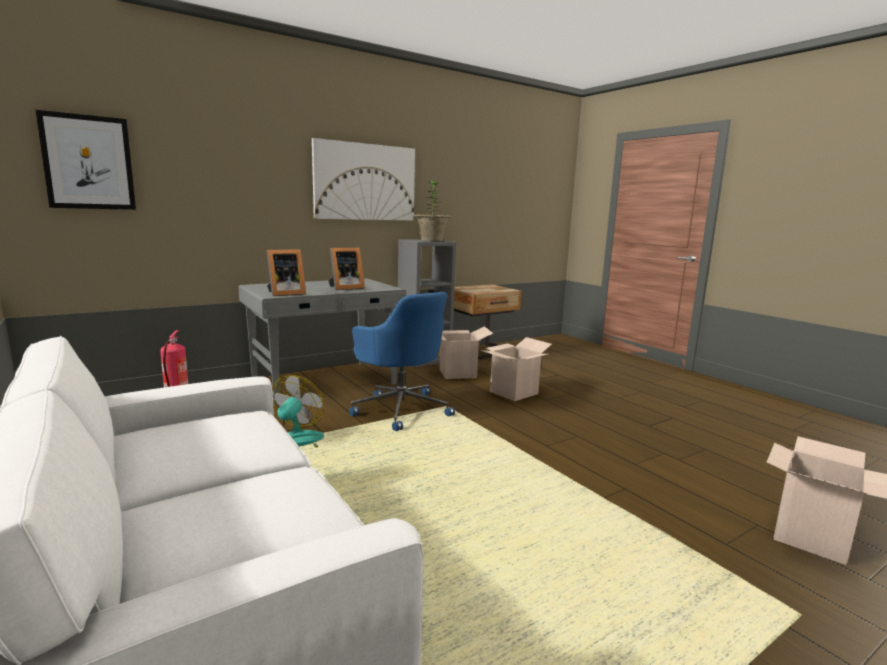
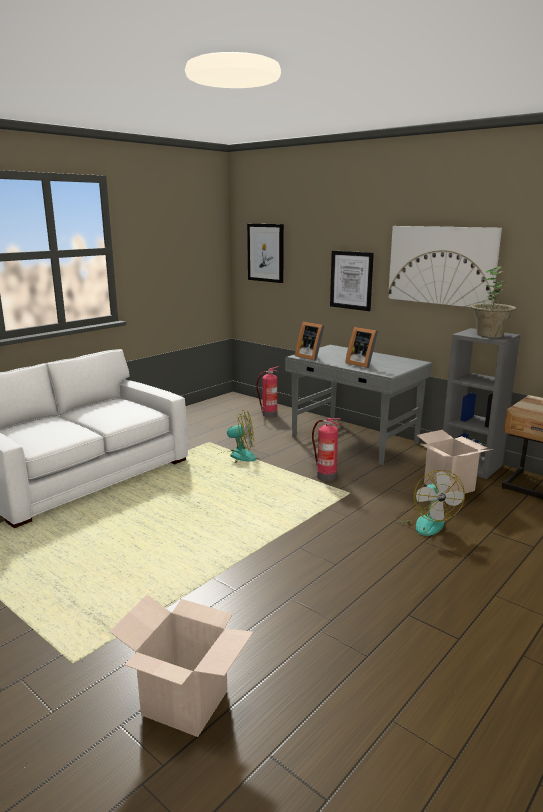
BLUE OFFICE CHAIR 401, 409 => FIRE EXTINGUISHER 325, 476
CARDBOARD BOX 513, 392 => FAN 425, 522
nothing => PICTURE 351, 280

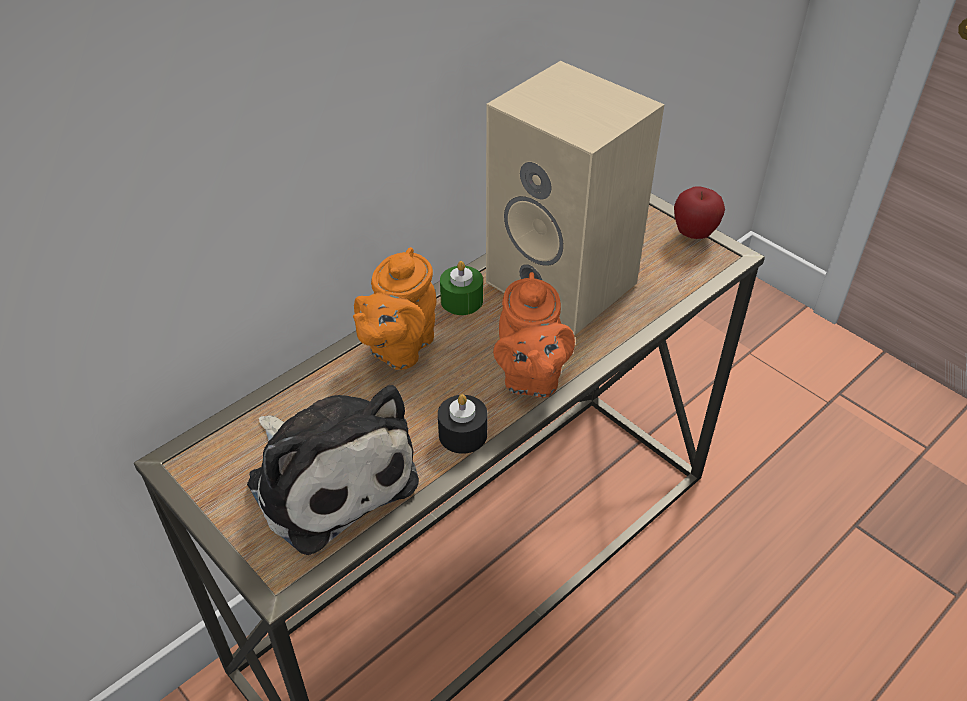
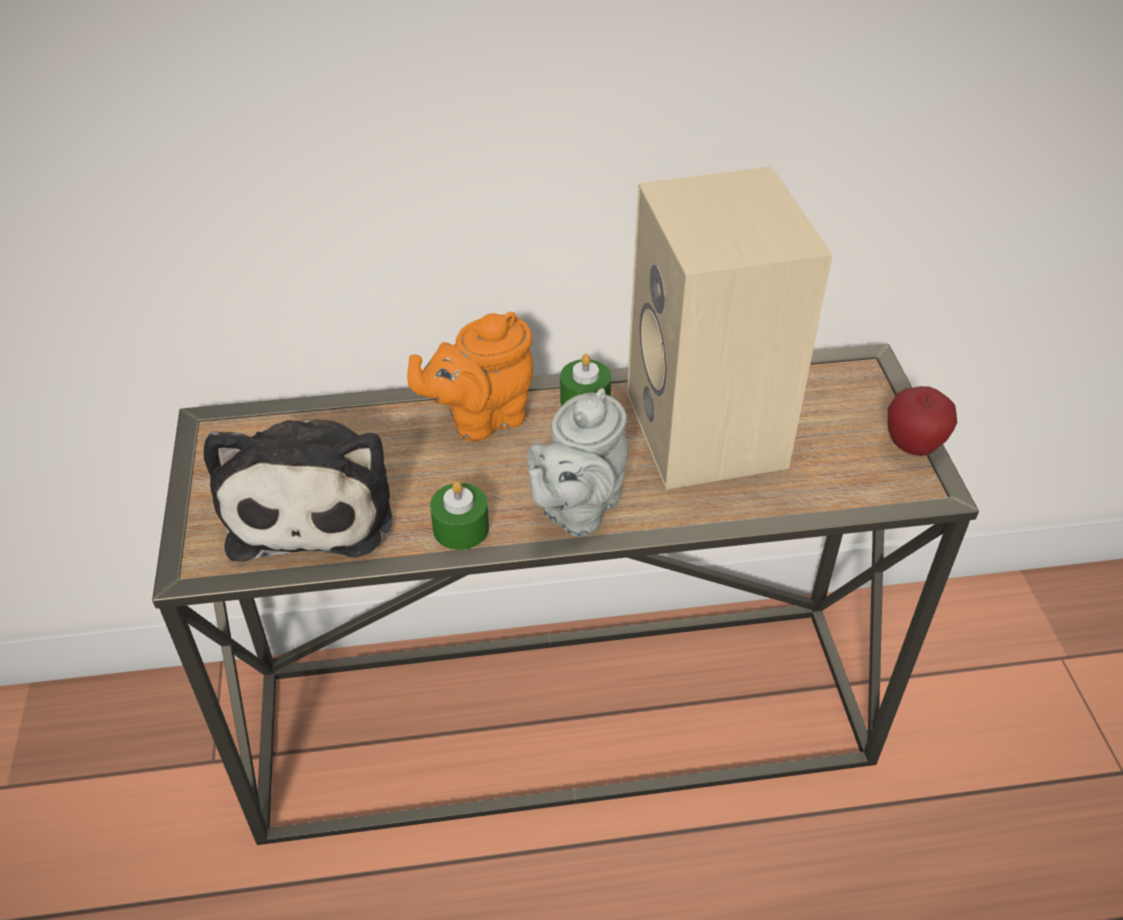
ORANGE TEAPOT 530, 378 => GREY TEAPOT 577, 509
BLACK CANDLE 463, 434 => GREEN CANDLE 461, 528

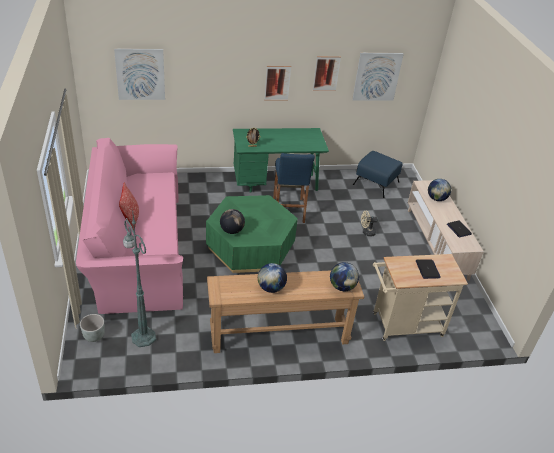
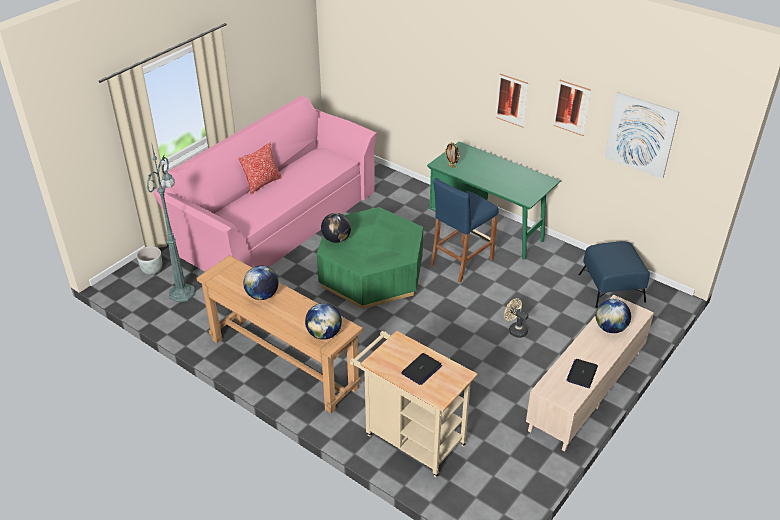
PICTURE 140, 74 => nothing

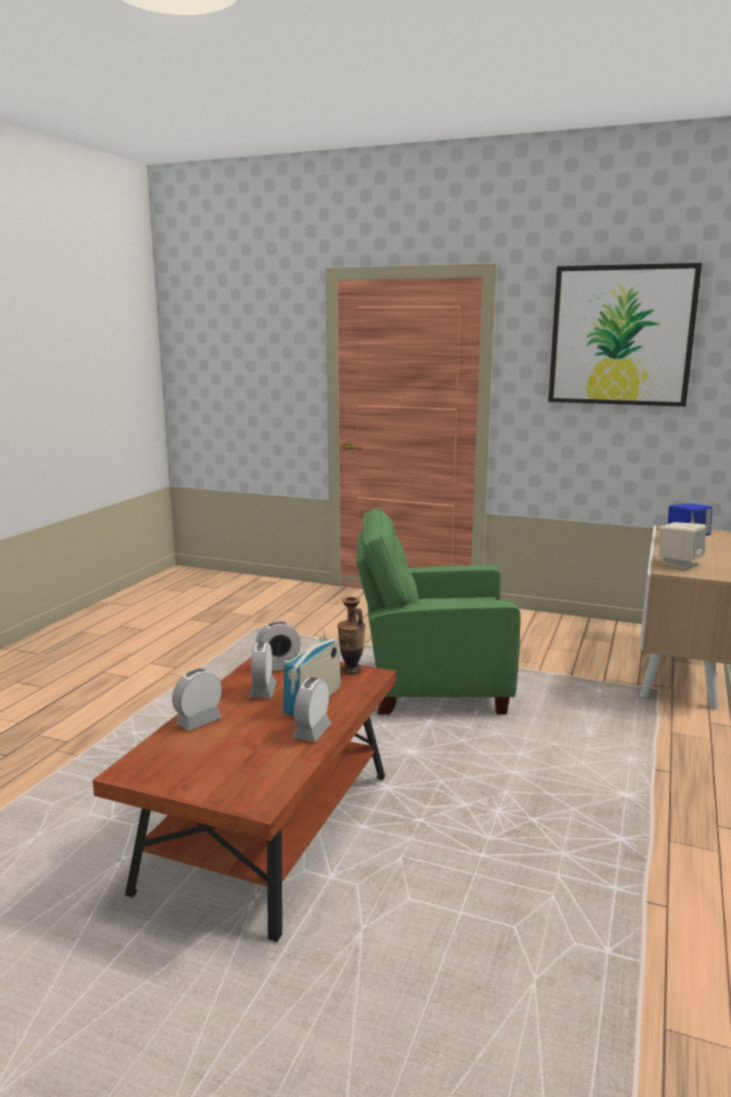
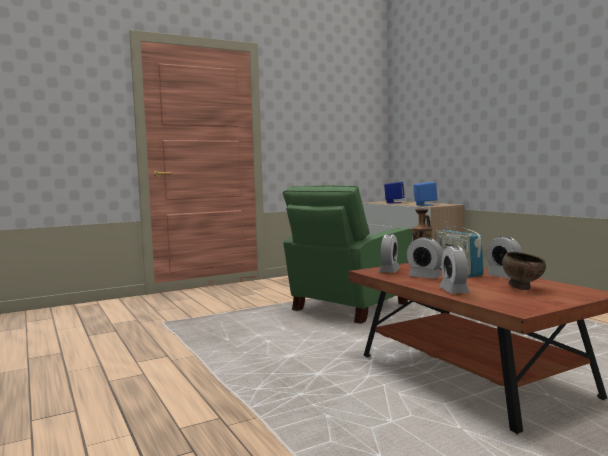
PICTURE 621, 335 => nothing
BEIGE SPEAKER 679, 563 => BLUE SPEAKER 425, 205
nothing => BROWN BOWL 522, 288

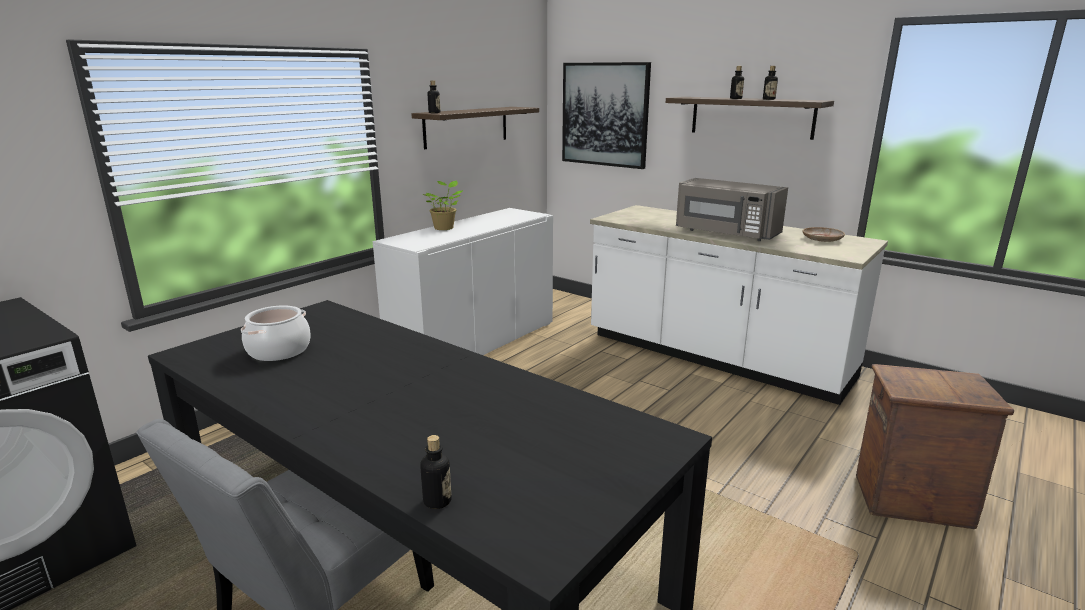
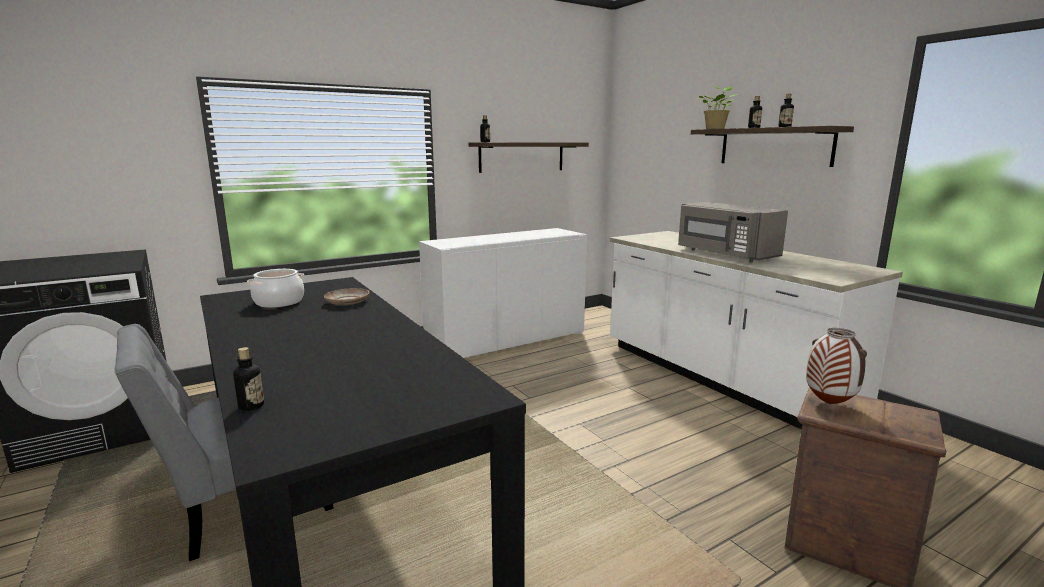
PICTURE 604, 114 => nothing
POTTED PLANT 444, 228 => POTTED PLANT 715, 129, moved
BEIGE PLATE 822, 239 => BEIGE PLATE 347, 302, moved
nothing => VASE 828, 404

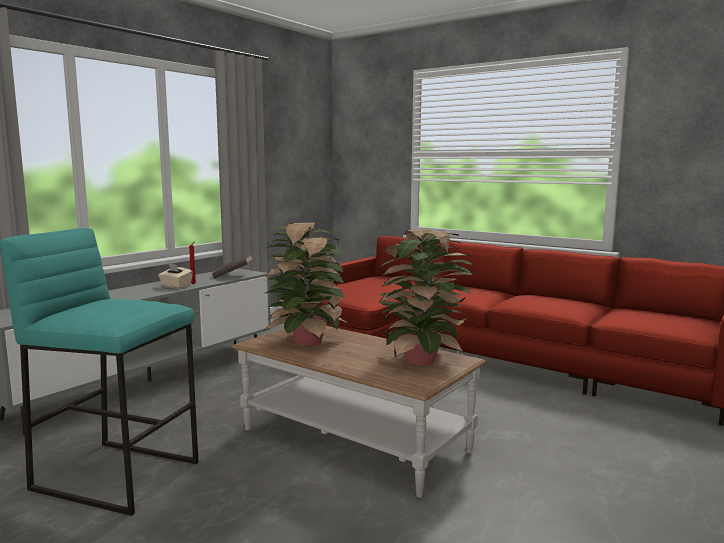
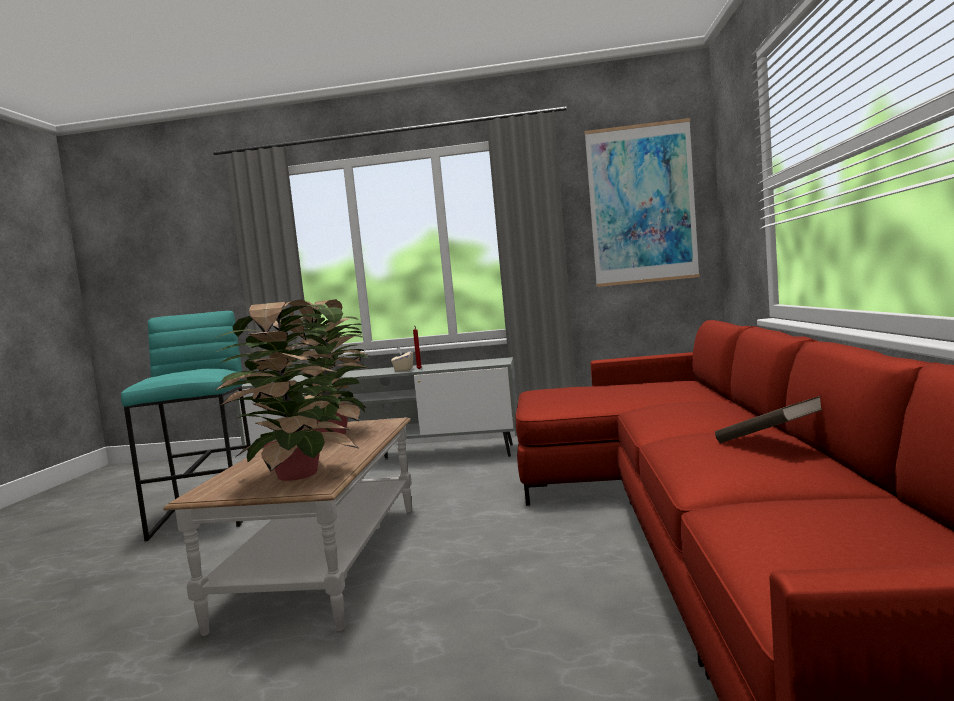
BROWN BOOK 233, 276 => BROWN BOOK 770, 442, moved
nothing => PICTURE 641, 204

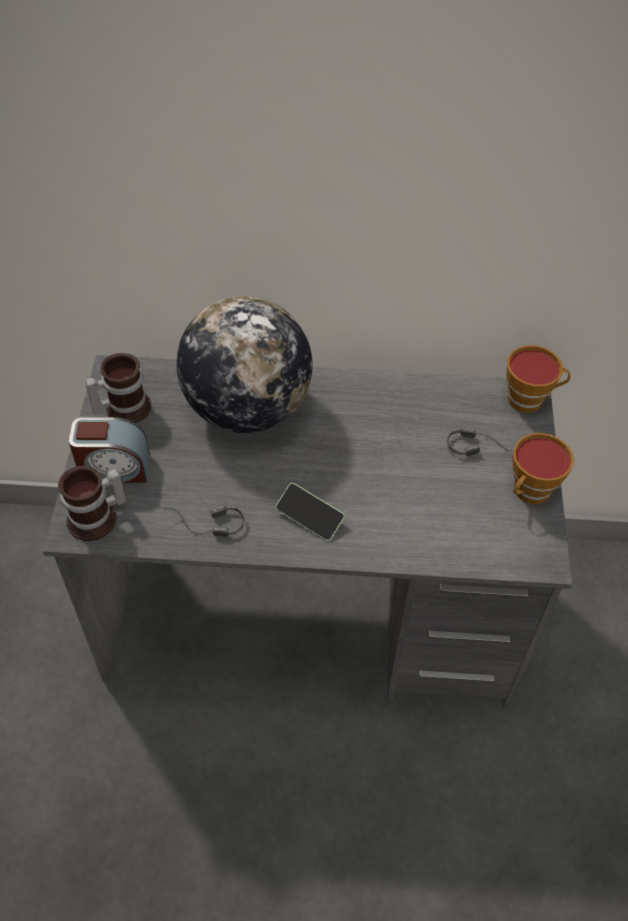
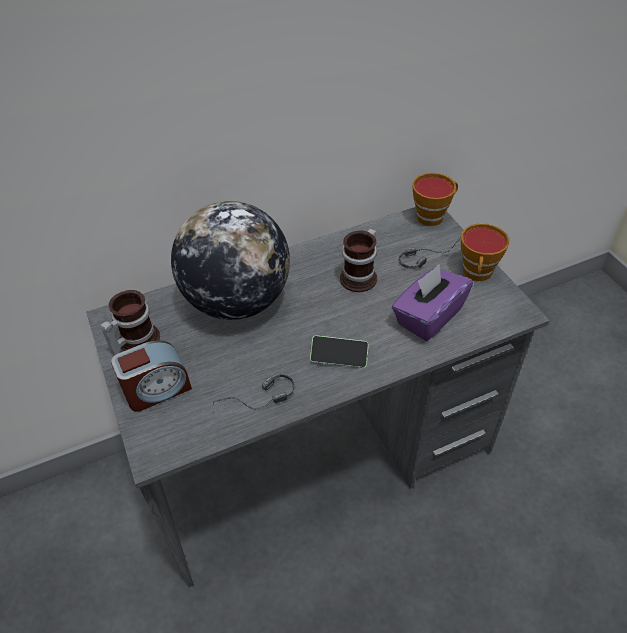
MUG 97, 519 => MUG 362, 276, moved
nothing => PURPLE TISSUE BOX 428, 316

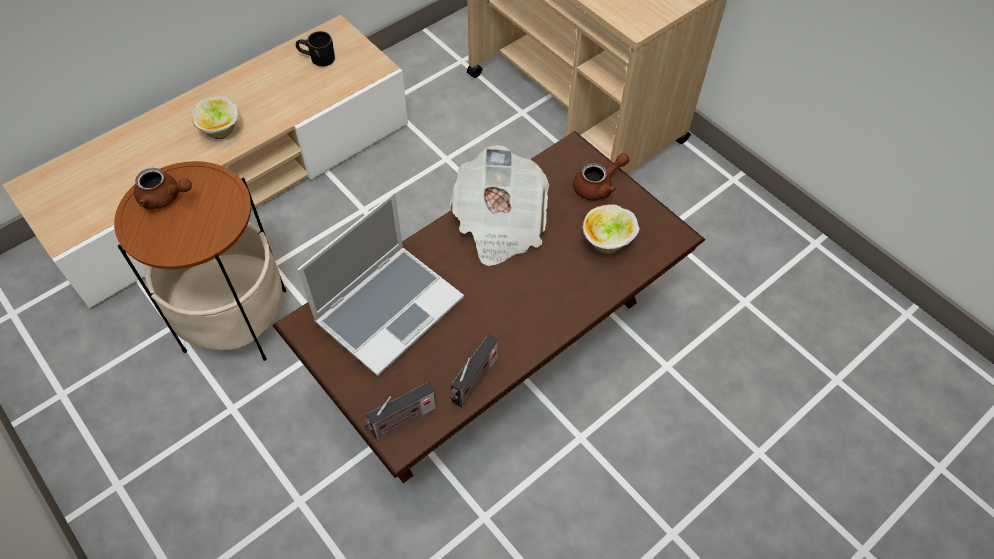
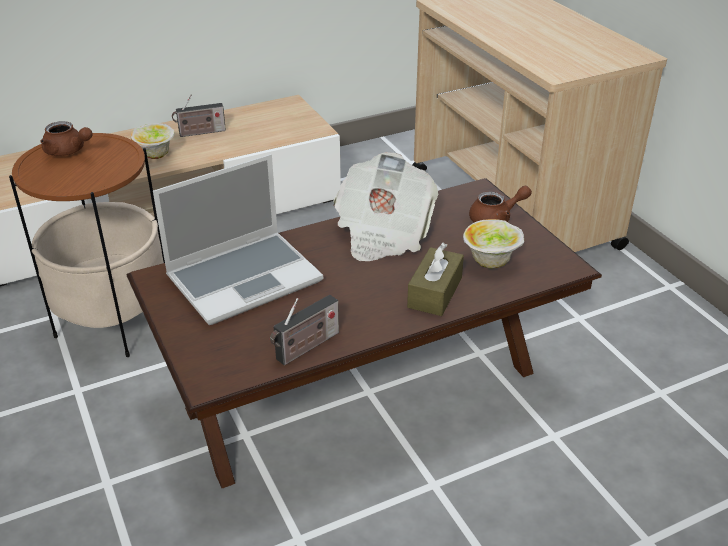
BLACK MUG 317, 60 => nothing
RADIO 401, 422 => RADIO 200, 133, moved
nothing => BROWN TISSUE BOX 435, 292

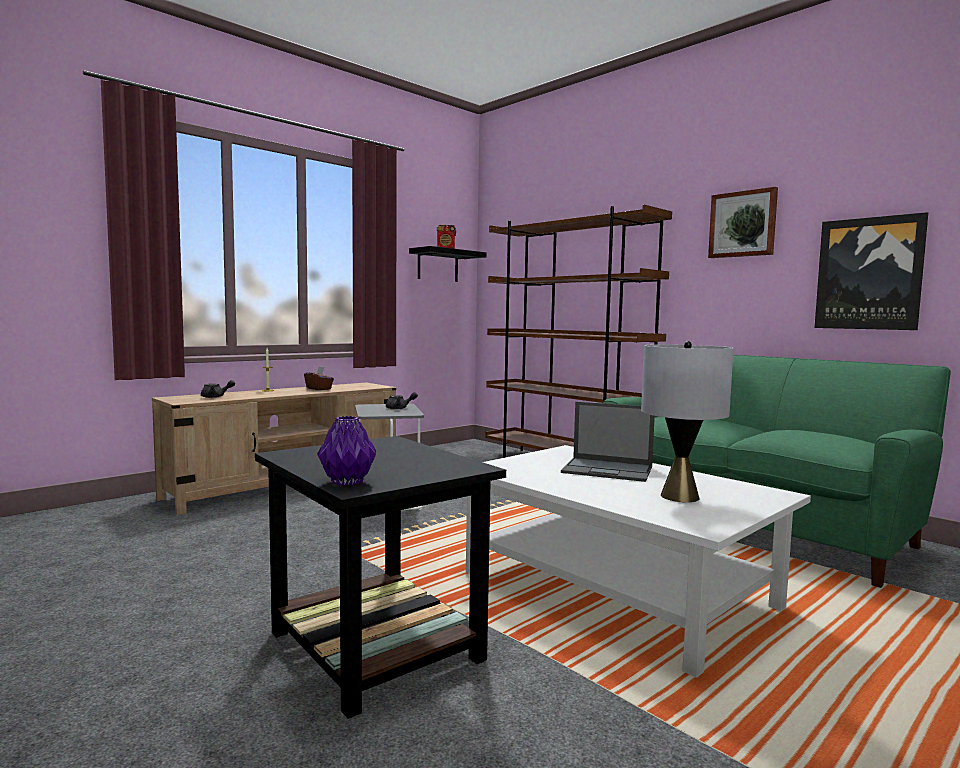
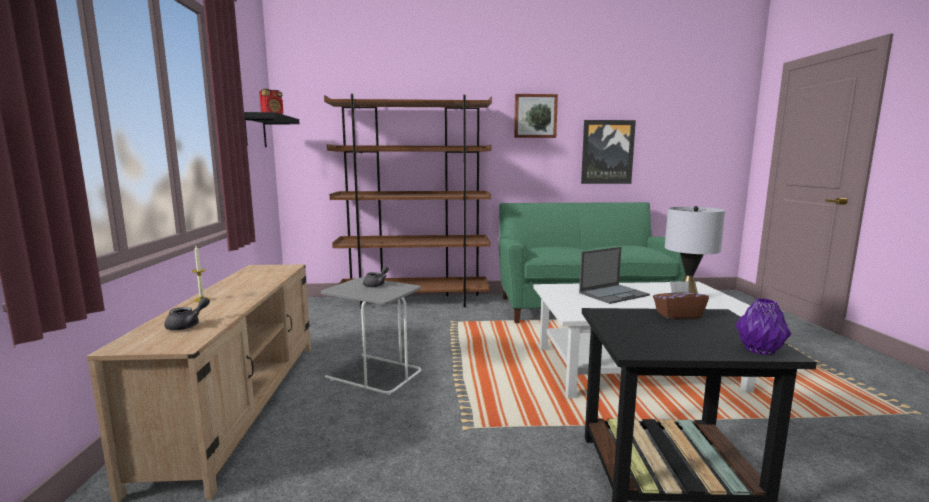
BROWN TISSUE BOX 319, 389 => BROWN TISSUE BOX 678, 315, moved

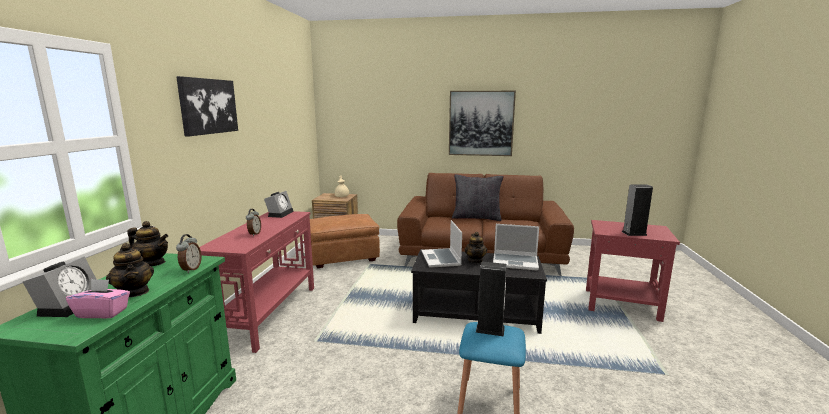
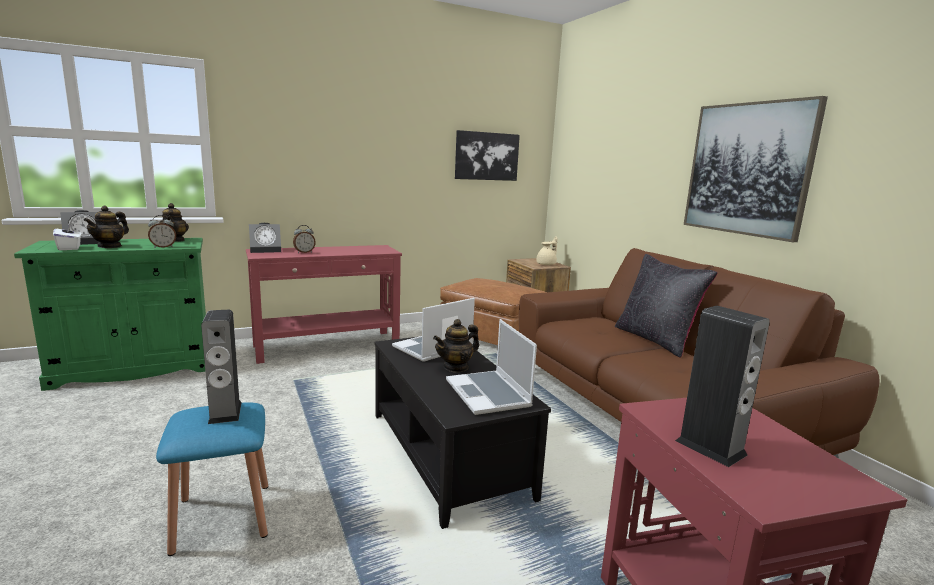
PICTURE 208, 106 => PICTURE 486, 156, moved
ALARM CLOCK 280, 213 => ALARM CLOCK 266, 250, moved
PINK TISSUE BOX 103, 313 => WHITE TISSUE BOX 70, 248

